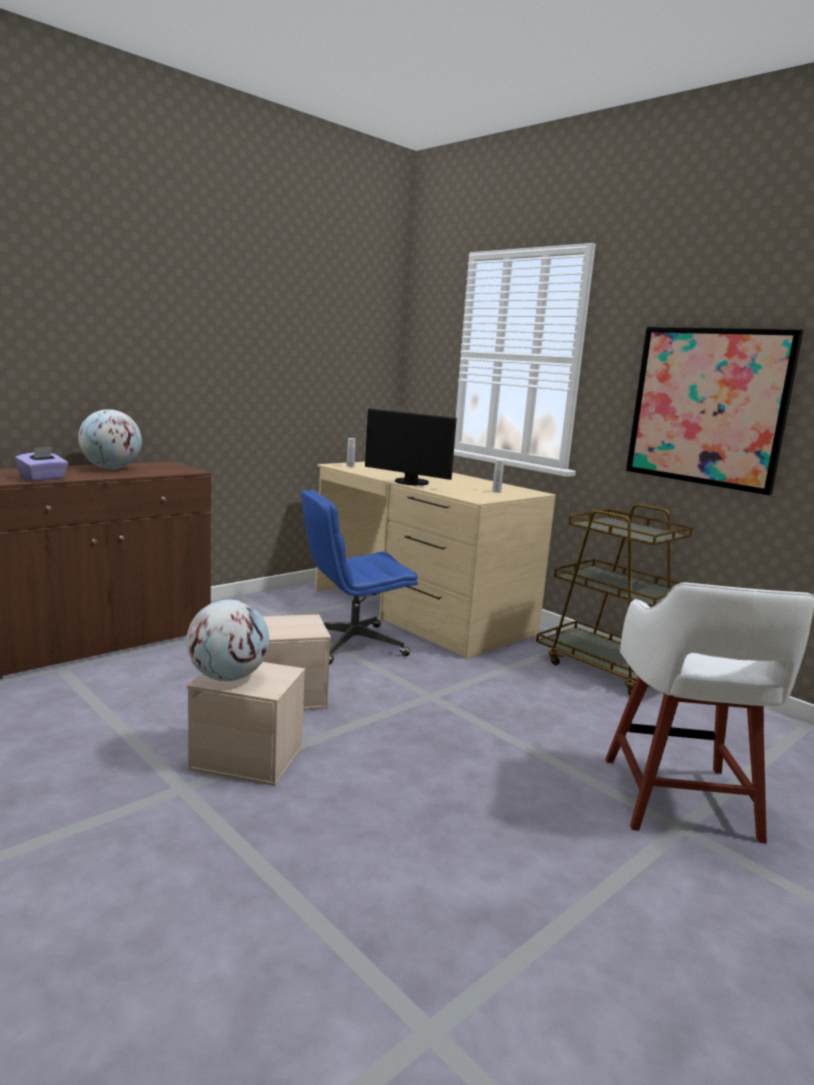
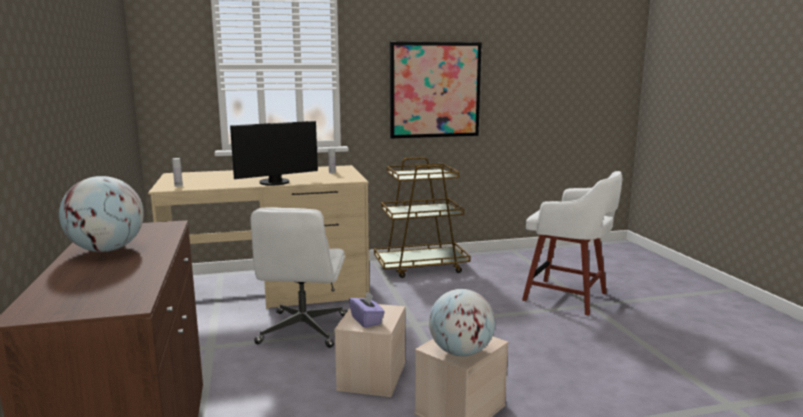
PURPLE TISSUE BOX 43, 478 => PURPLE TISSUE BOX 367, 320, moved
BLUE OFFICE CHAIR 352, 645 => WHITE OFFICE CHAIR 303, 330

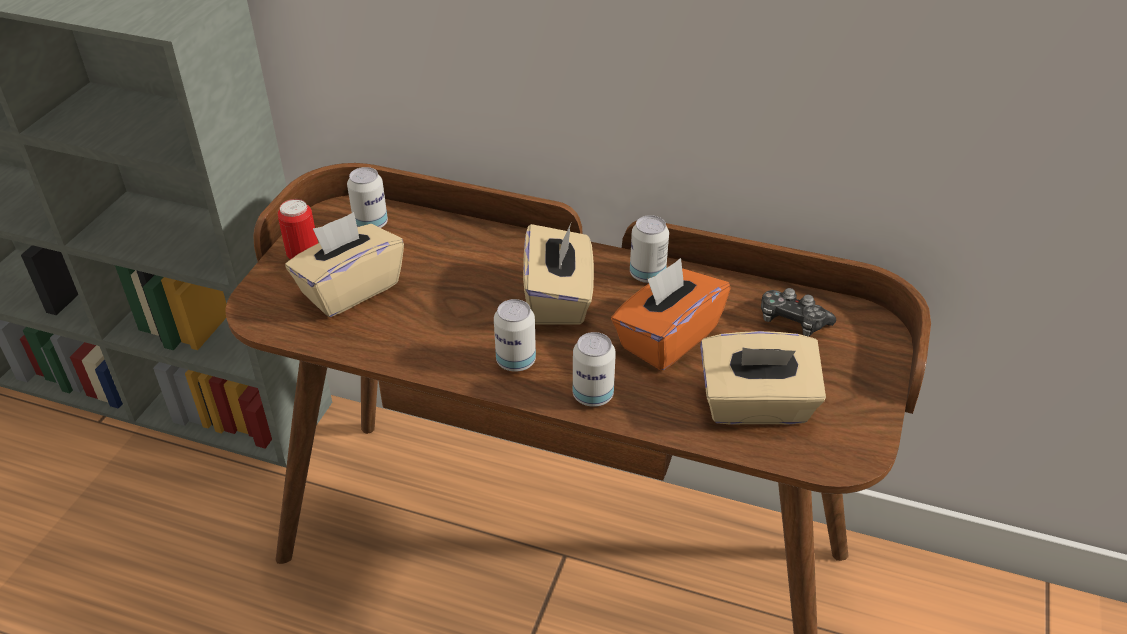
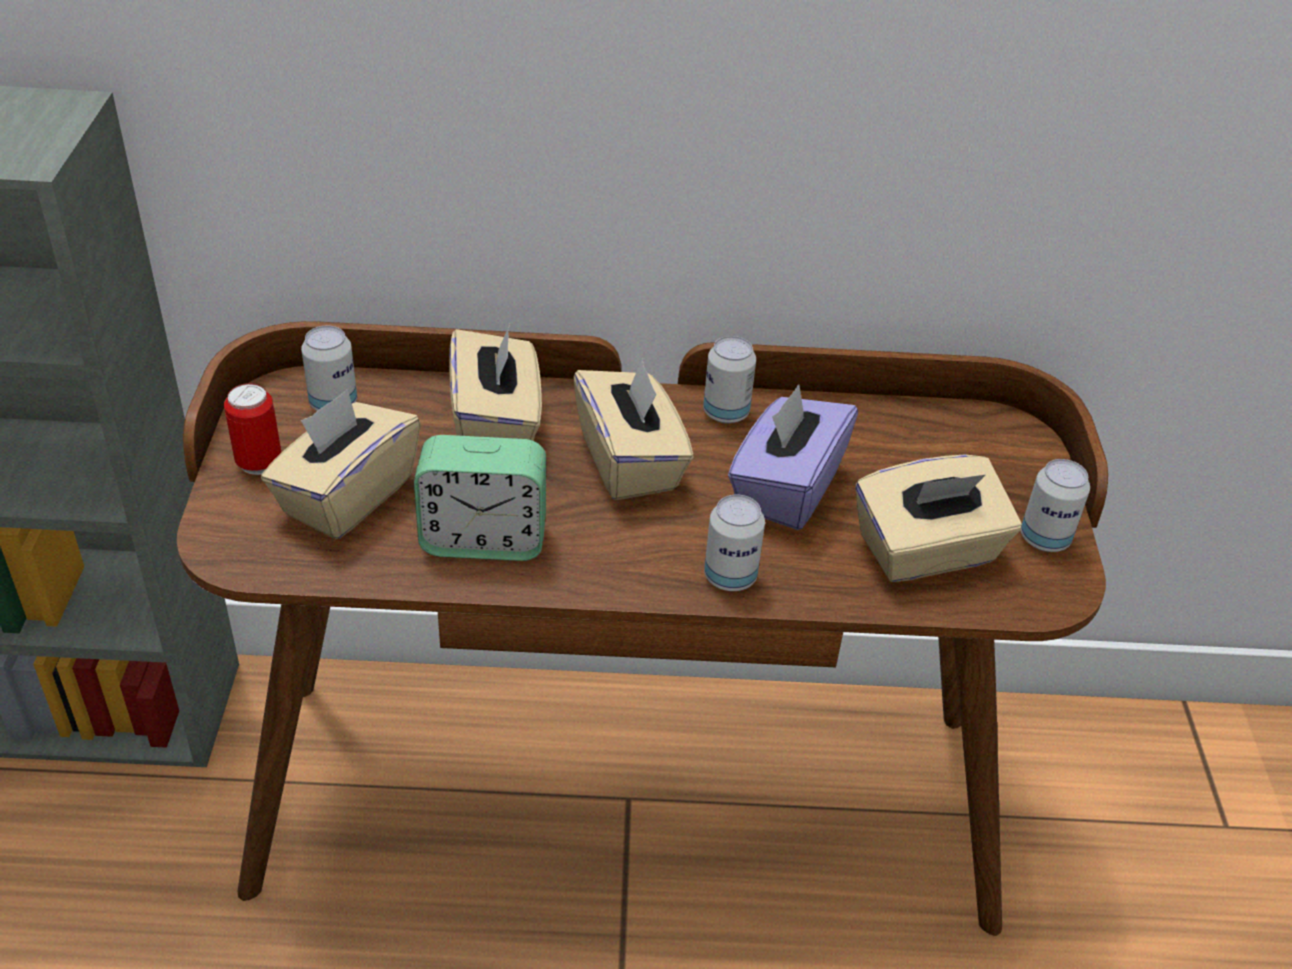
ORANGE TISSUE BOX 667, 338 => PURPLE TISSUE BOX 786, 488
GAME CONTROLLER 792, 321 => nothing
CAN 516, 361 => CAN 1044, 539, moved
nothing => BEIGE TISSUE BOX 496, 424
nothing => ALARM CLOCK 483, 539

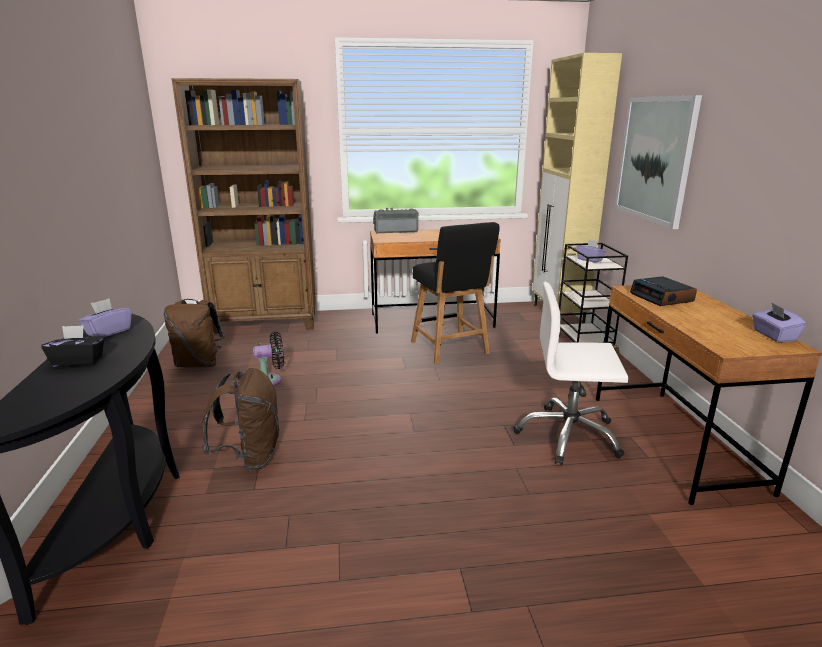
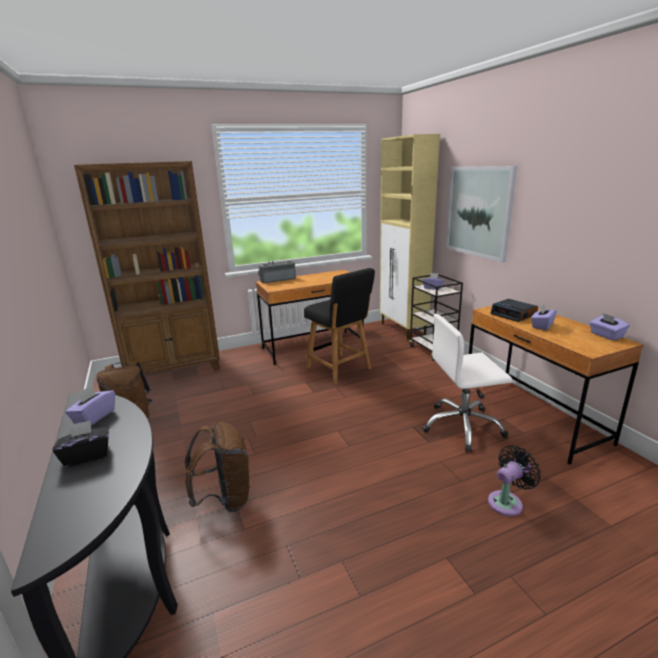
BLACK FAN 270, 381 => BLACK FAN 507, 502, moved
nothing => PURPLE TISSUE BOX 542, 326

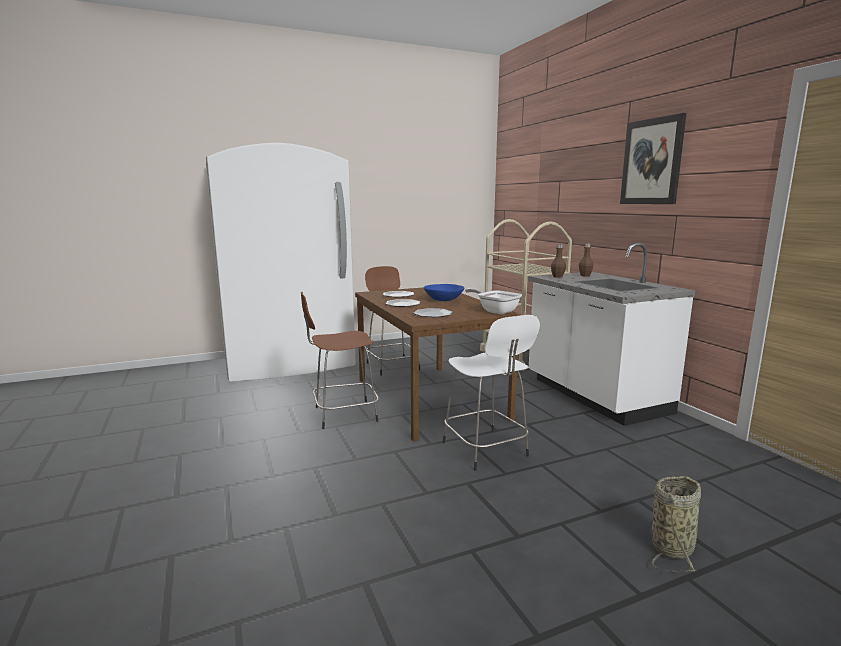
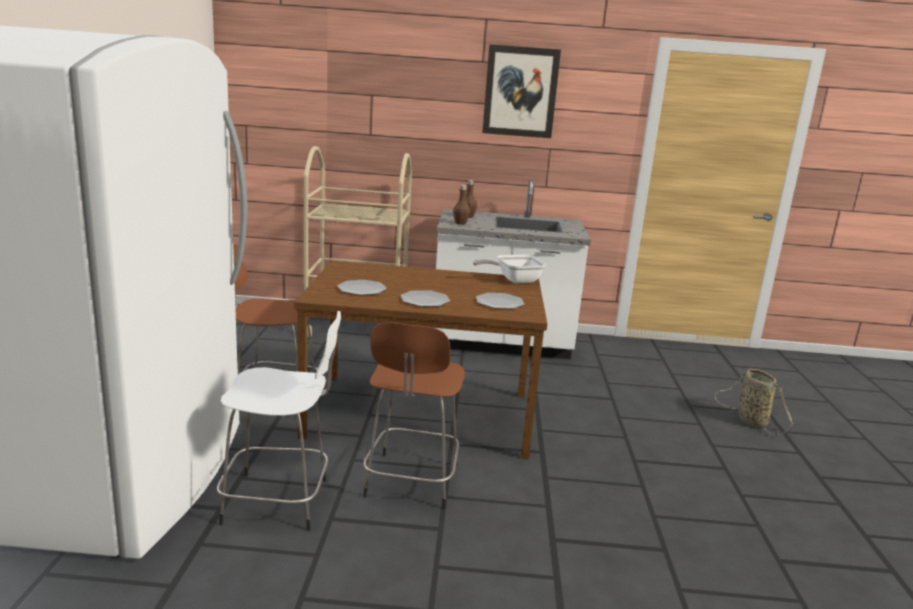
BLUE BOWL 444, 300 => nothing
WHITE STOOL 486, 450 => WHITE STOOL 280, 501, moved

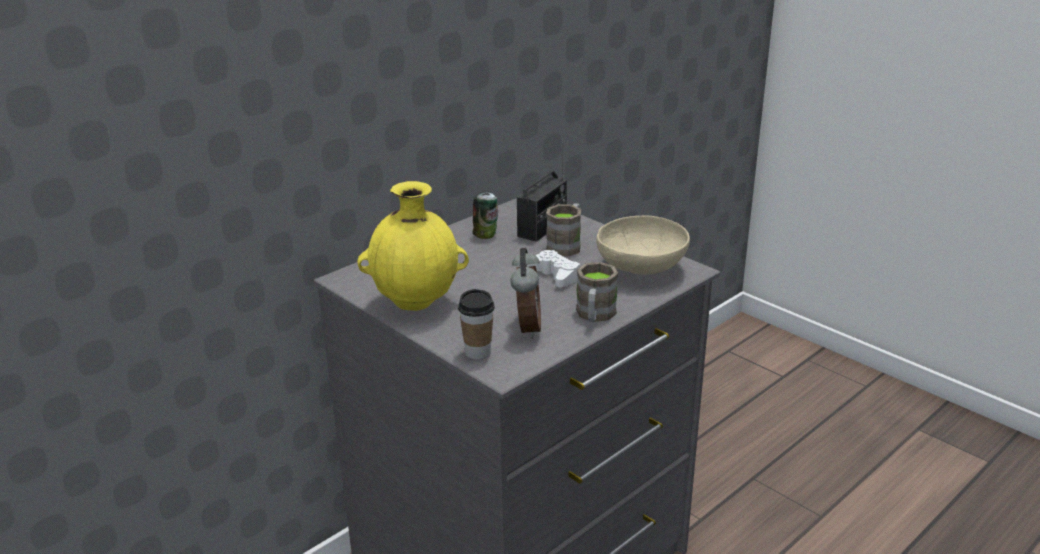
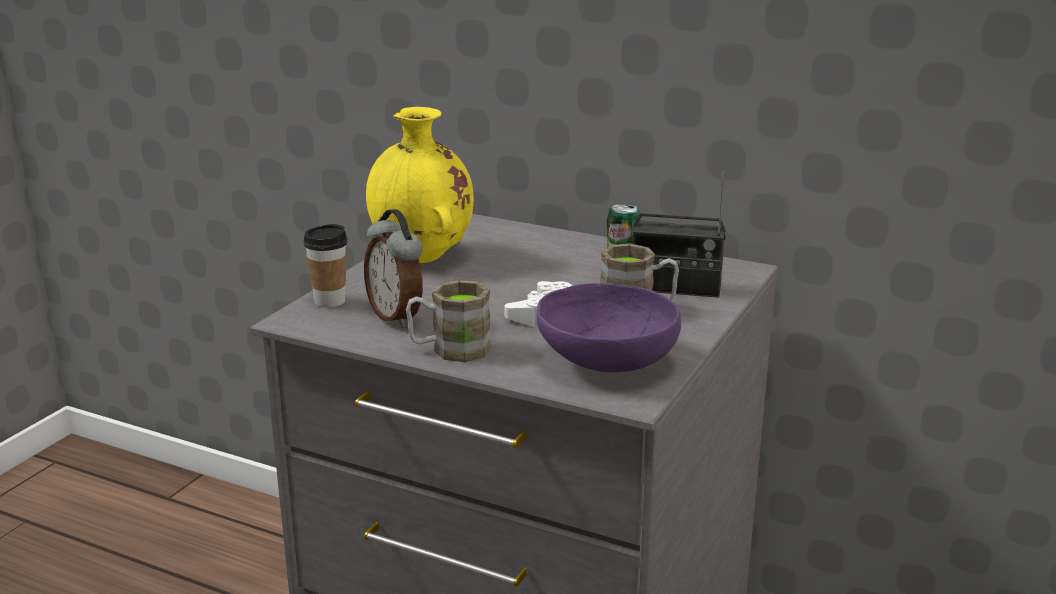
BEIGE BOWL 641, 269 => PURPLE BOWL 605, 363
ALARM CLOCK 526, 328 => ALARM CLOCK 397, 317, 75 degrees clockwise

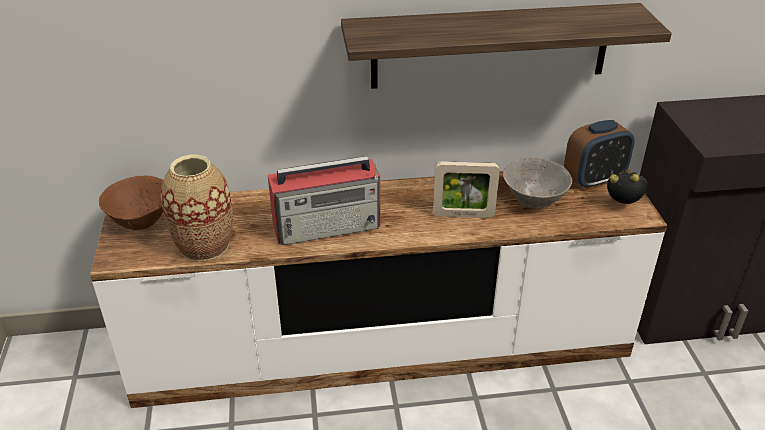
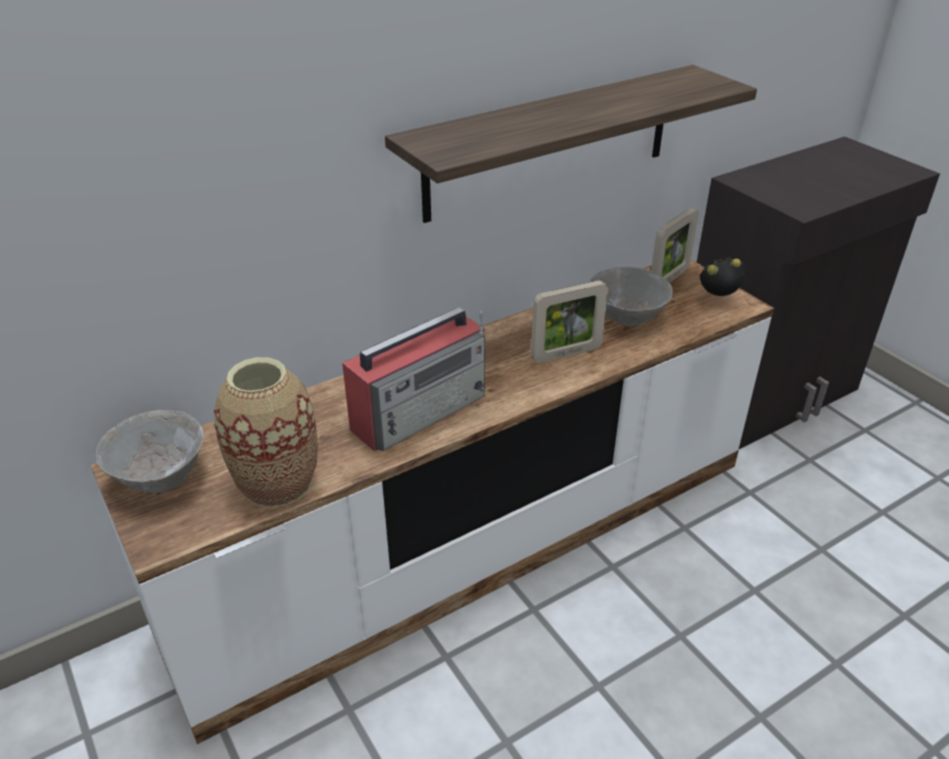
ALARM CLOCK 594, 179 => PICTURE FRAME 669, 279
BROWN BOWL 141, 220 => GREY BOWL 161, 476

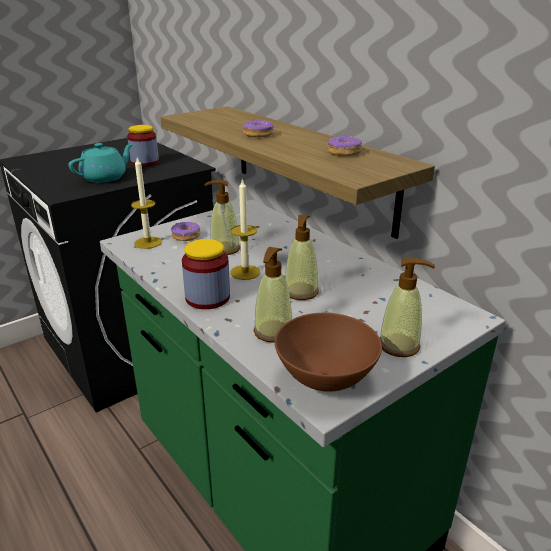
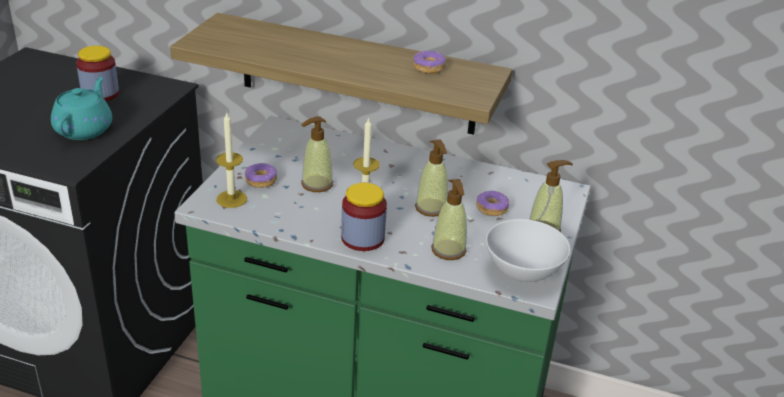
DONUT 258, 134 => DONUT 491, 208, moved
BROWN BOWL 324, 379 => WHITE BOWL 521, 273

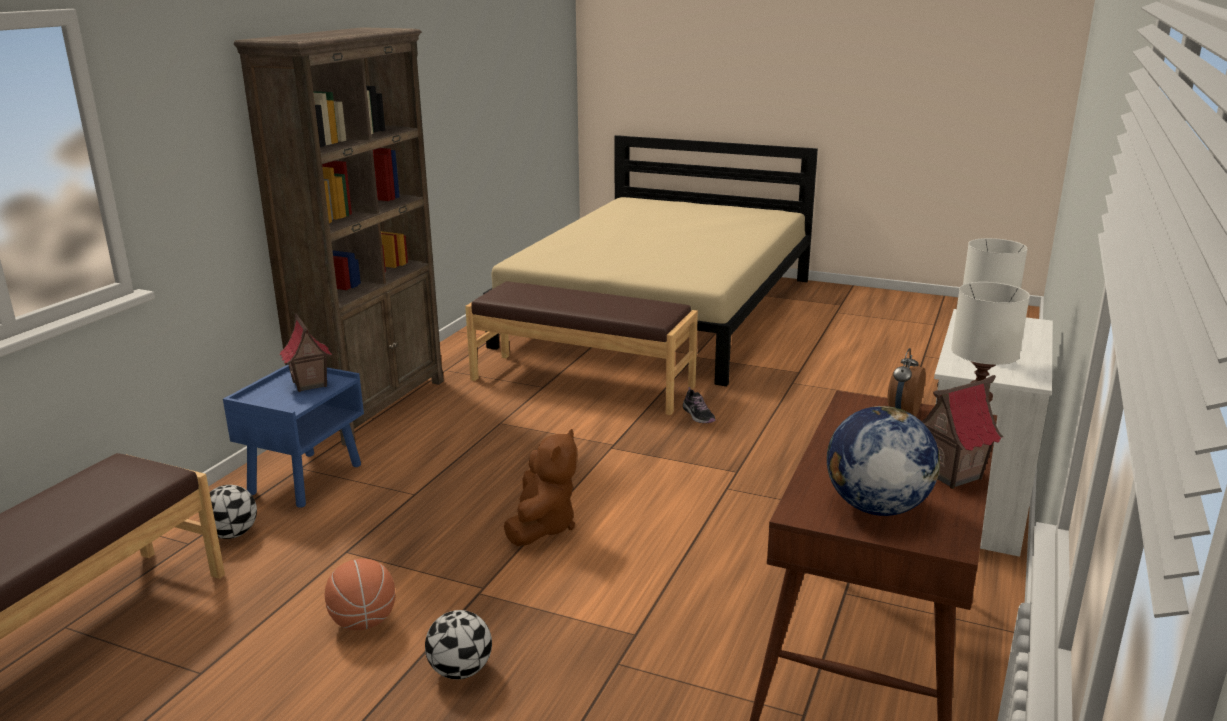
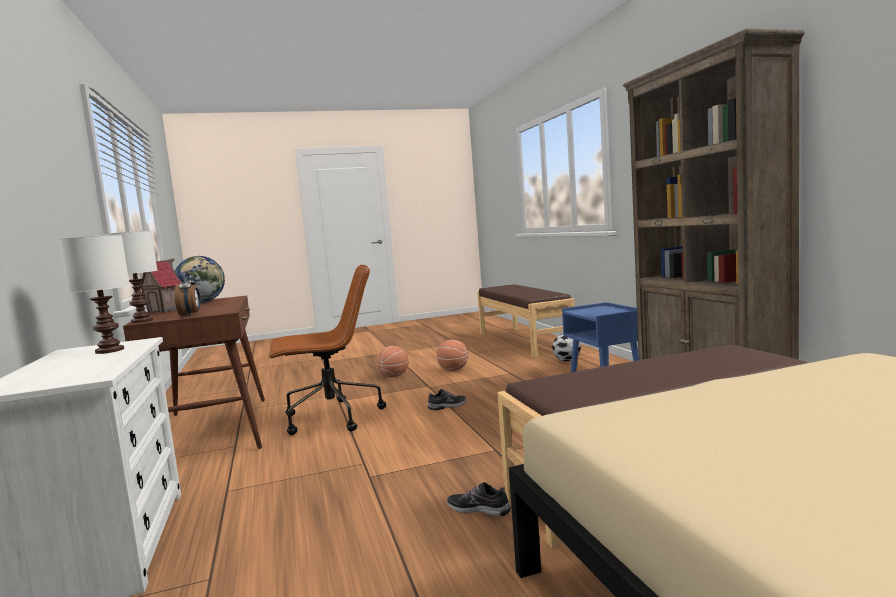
TOY HOUSE 309, 384 => nothing
BROWN PLUSH TOY 542, 526 => SHOE 447, 406
FOOTBALL 460, 671 => BASKETBALL 394, 376
nothing => BROWN OFFICE CHAIR 330, 418

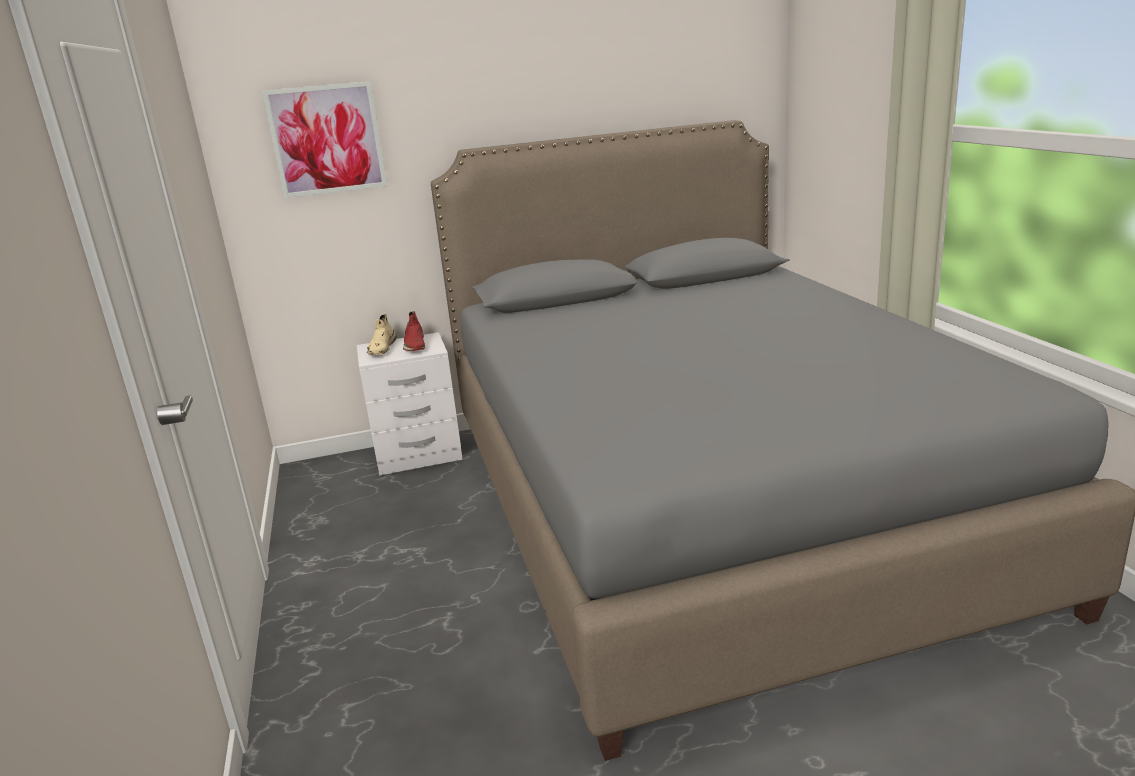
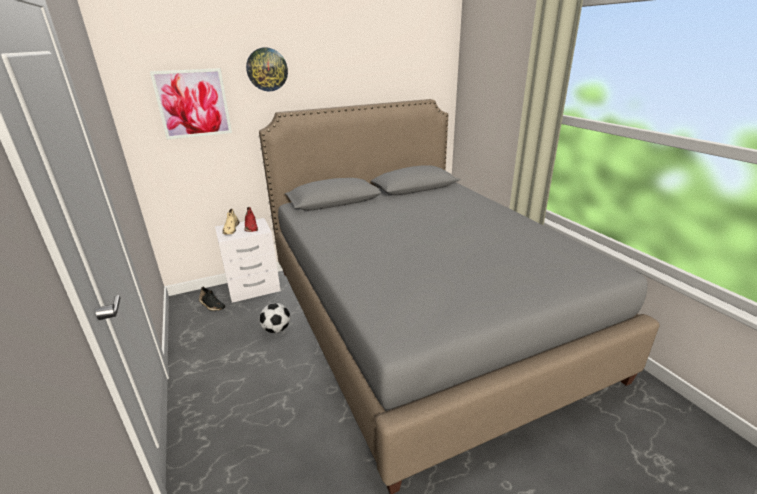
nothing => WALL CLOCK 267, 69
nothing => BLACK SHOE 211, 305
nothing => FOOTBALL 277, 330

